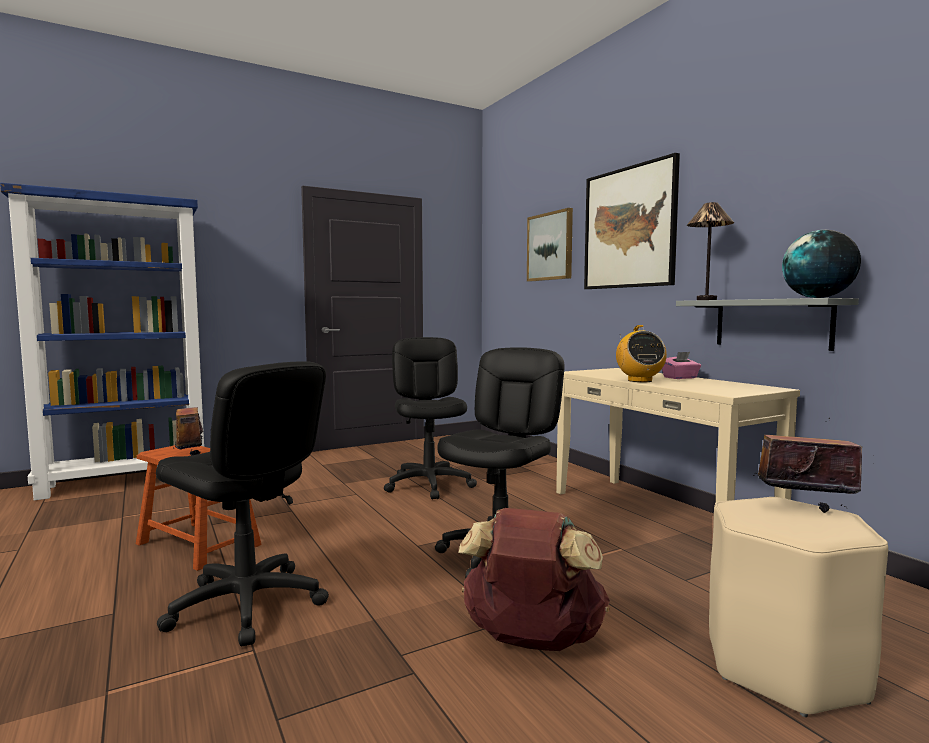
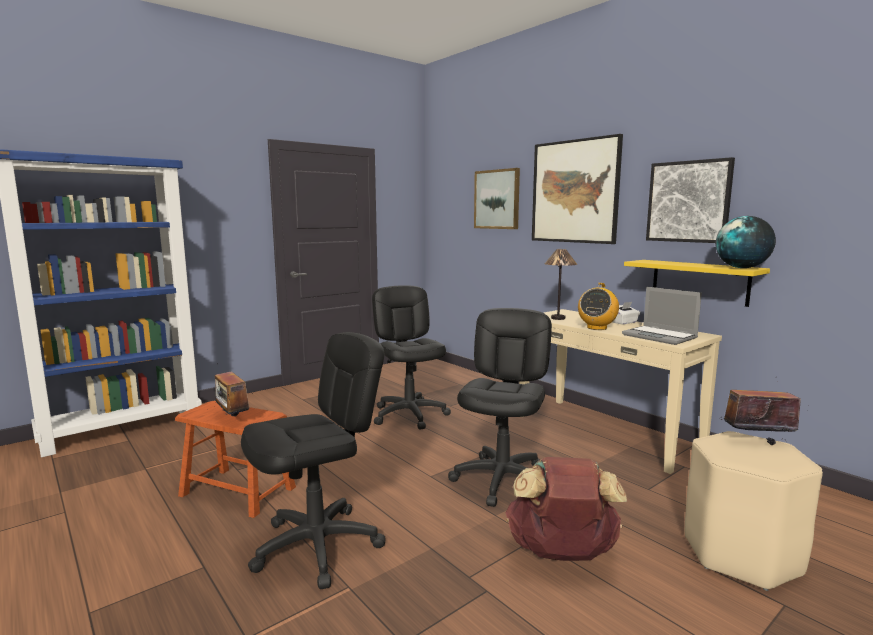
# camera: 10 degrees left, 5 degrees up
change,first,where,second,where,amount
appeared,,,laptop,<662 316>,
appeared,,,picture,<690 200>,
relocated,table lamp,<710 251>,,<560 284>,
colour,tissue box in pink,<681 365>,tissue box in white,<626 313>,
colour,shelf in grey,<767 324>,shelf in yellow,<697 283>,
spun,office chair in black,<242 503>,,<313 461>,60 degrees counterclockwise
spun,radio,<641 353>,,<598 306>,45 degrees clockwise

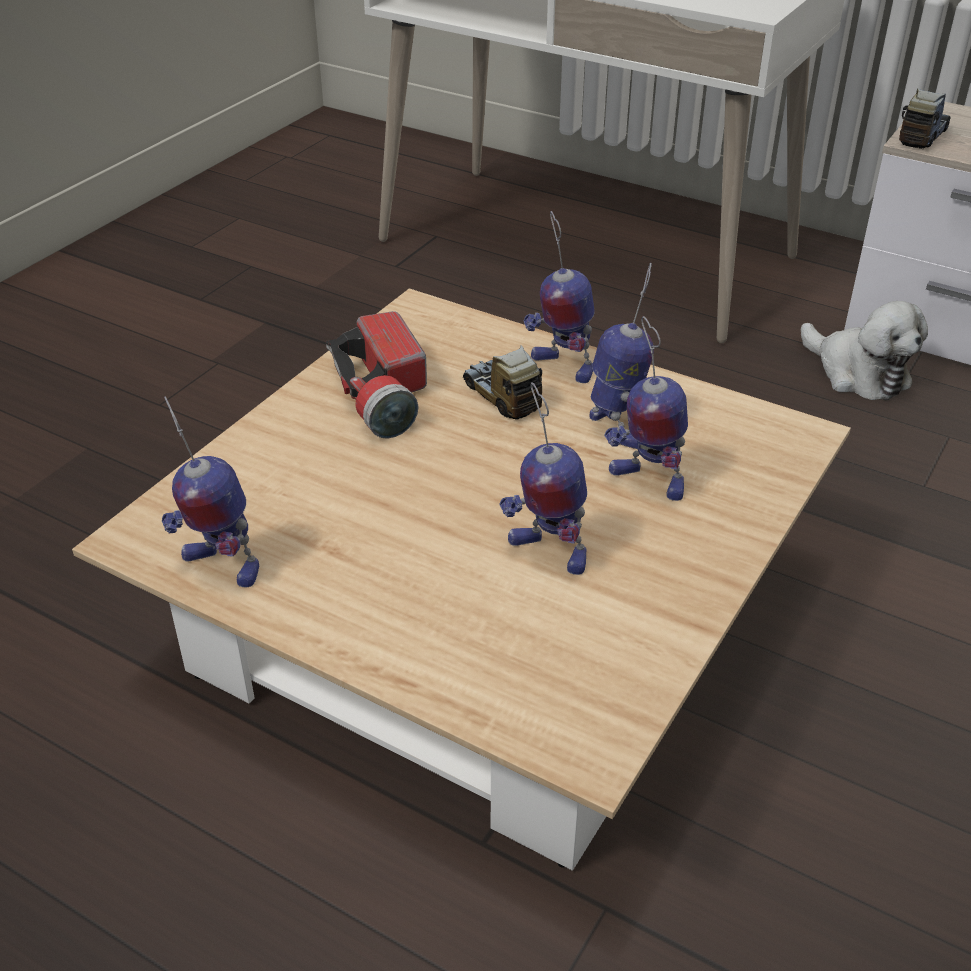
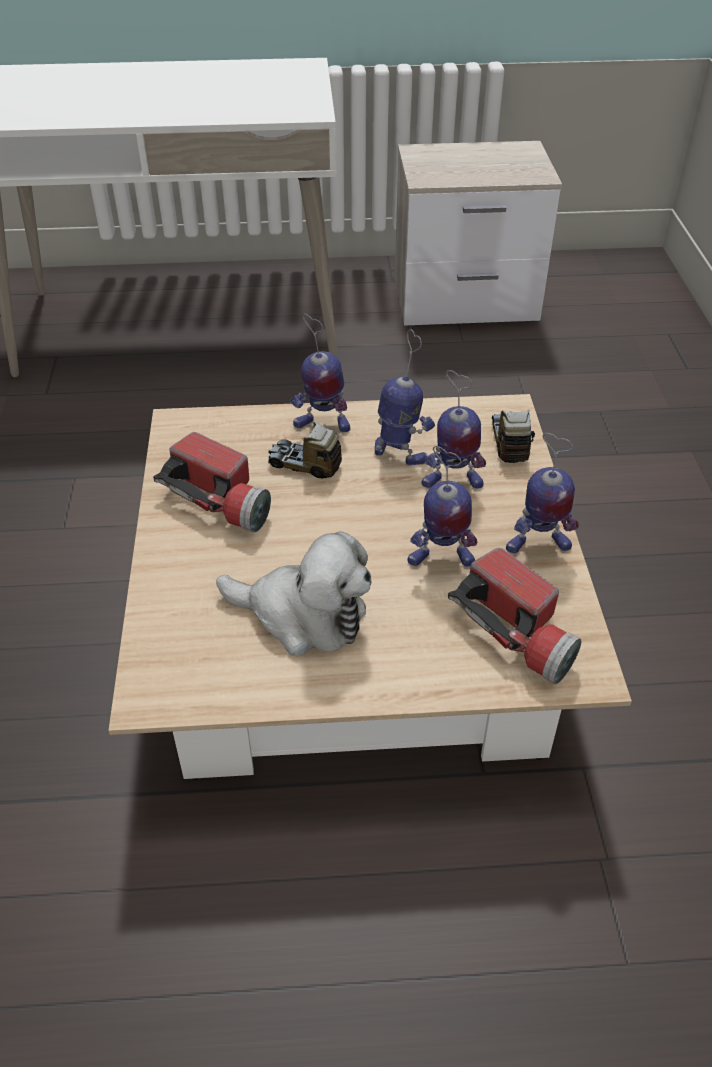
# camera: 35 degrees left, 5 degrees up
change,first,where,second,where,amount
appeared,,,flashlight,<515 616>,
relocated,toy robot,<210 492>,,<542 493>,
relocated,plush toy,<864 350>,,<293 594>,
relocated,toy truck,<924 118>,,<513 436>,

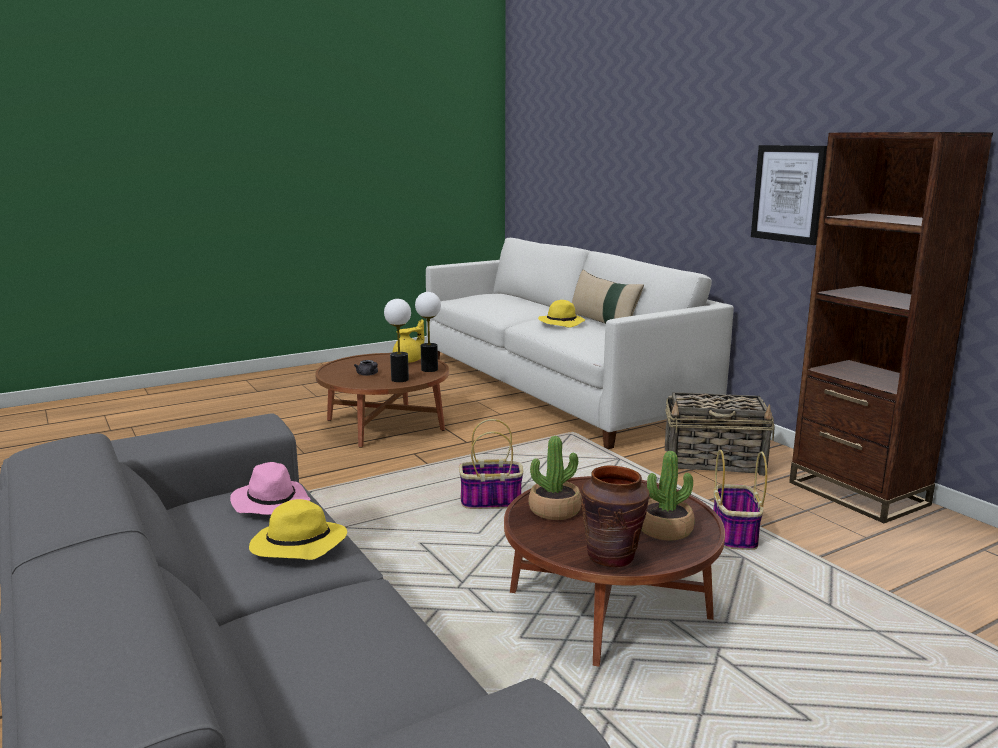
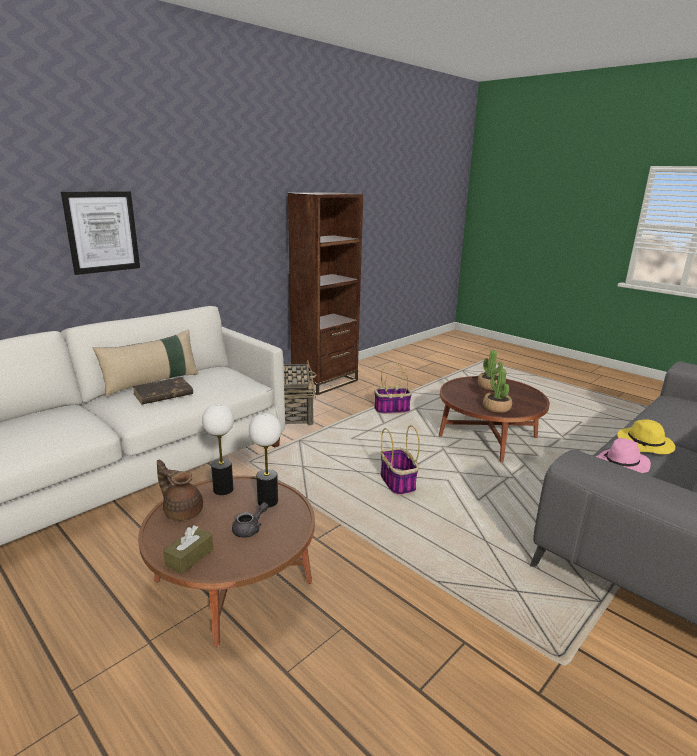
# camera: 105 degrees left, 5 degrees up
change,first,where,second,where,amount
missing,vase in brown,<615 516>,,,
appeared,,,tissue box in brown,<188 549>,
relocated,picture,<789 195>,,<100 233>,
exchanged,hat in yellow,<561 314>,book in brown,<162 390>,
colour,teapot in yellow,<408 341>,teapot in brown,<180 490>,

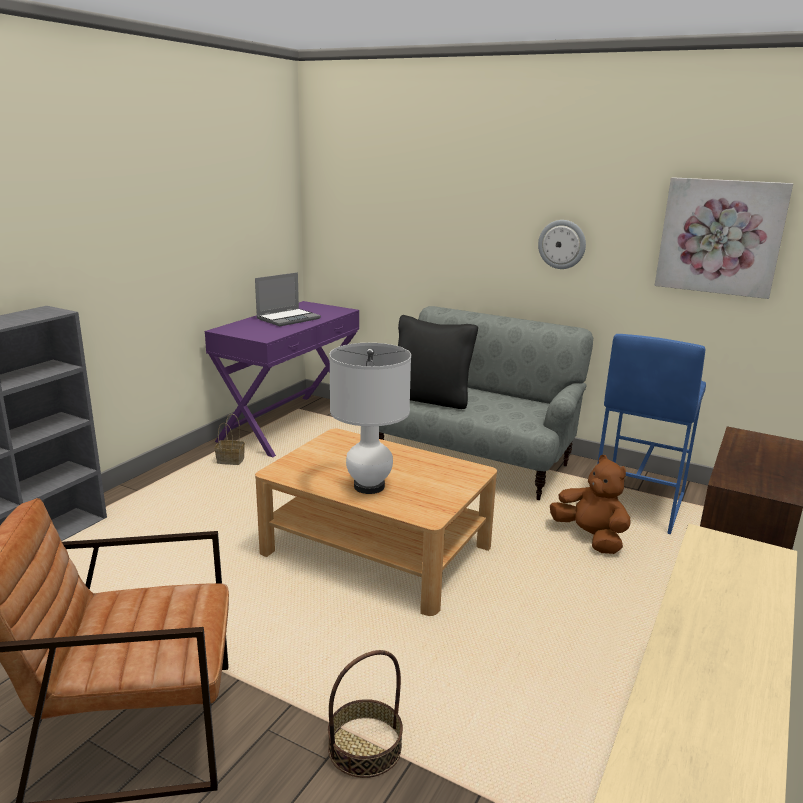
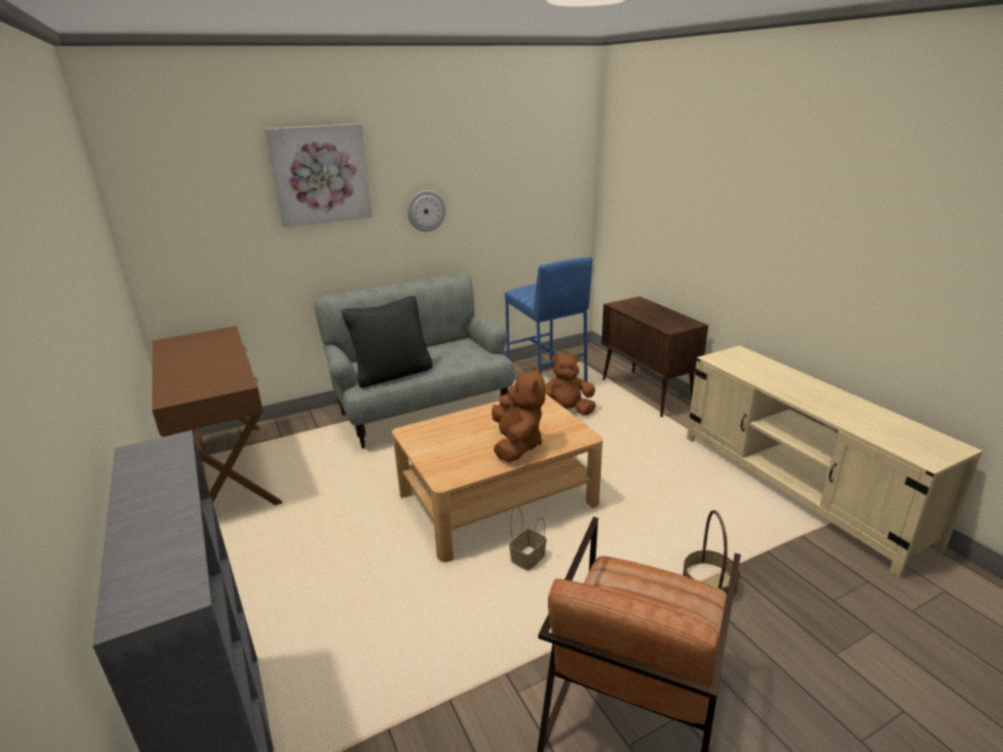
# camera: 55 degrees left, 5 degrees up
change,first,where,second,where,amount
missing,laptop,<288 299>,,,
relocated,basket,<230 439>,,<527 538>,
relocated,picture,<724 238>,,<318 175>,
exchanged,table lamp in white,<370 418>,plush toy in brown,<518 414>,
colour,console table in purple,<282 379>,console table in brown,<217 415>,

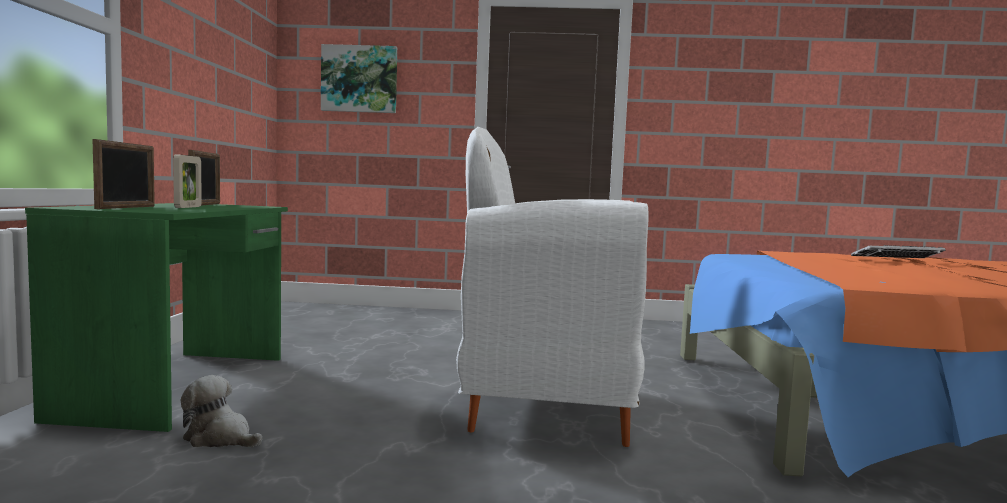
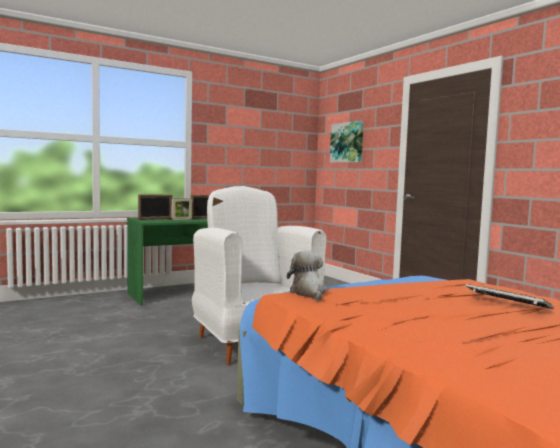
# camera: 55 degrees right, 0 degrees up
change,first,where,second,where,amount
relocated,plush toy,<222 411>,,<307 275>,

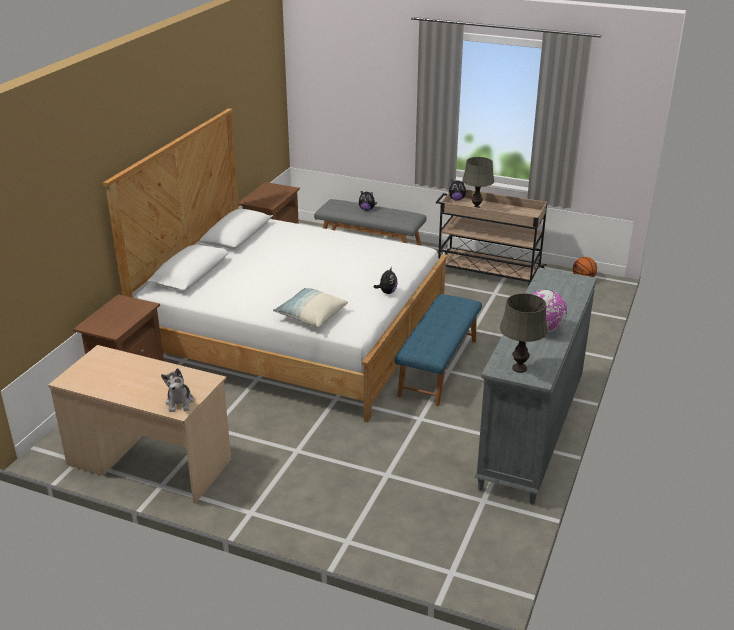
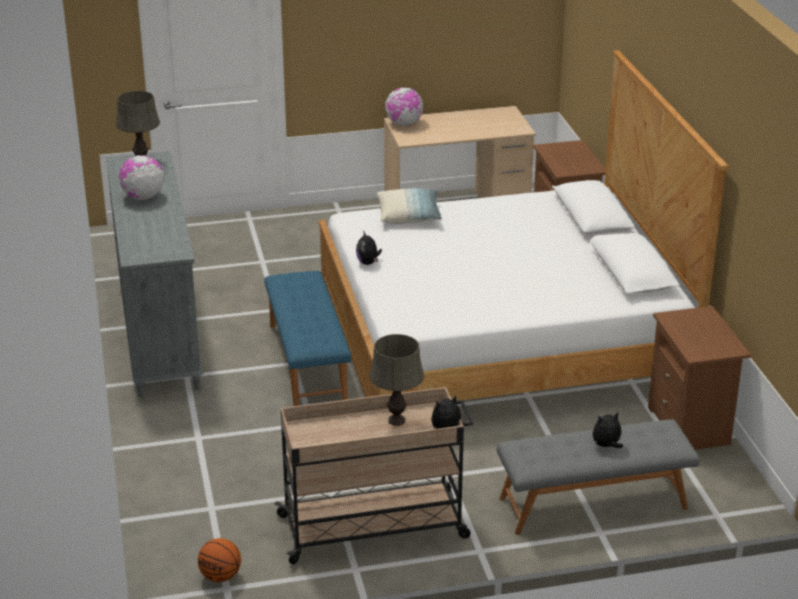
# camera: 145 degrees right, 0 degrees up
change,first,where,second,where,amount
exchanged,plush toy,<177 390>,globe,<404 106>,

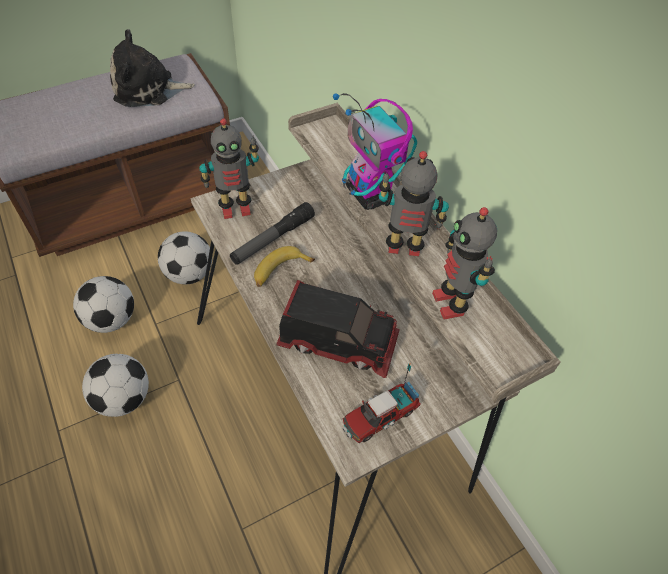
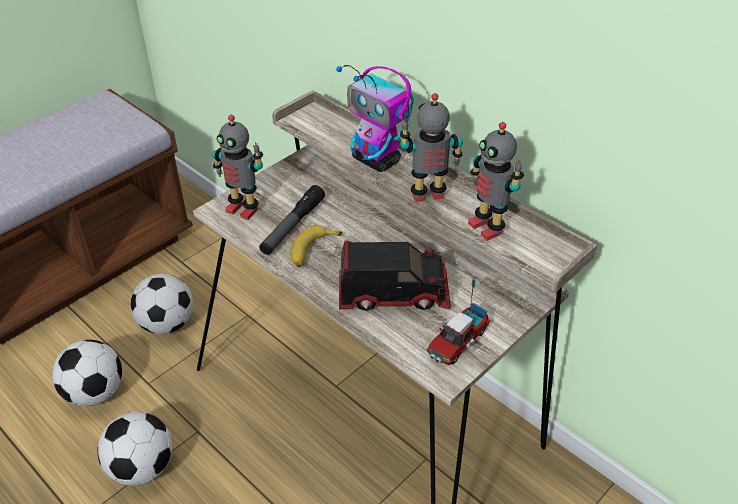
# camera: 15 degrees left, 10 degrees down
change,first,where,second,where,amount
missing,plush toy,<152 68>,,,
spun,toy robot,<229 168>,,<237 167>,60 degrees clockwise

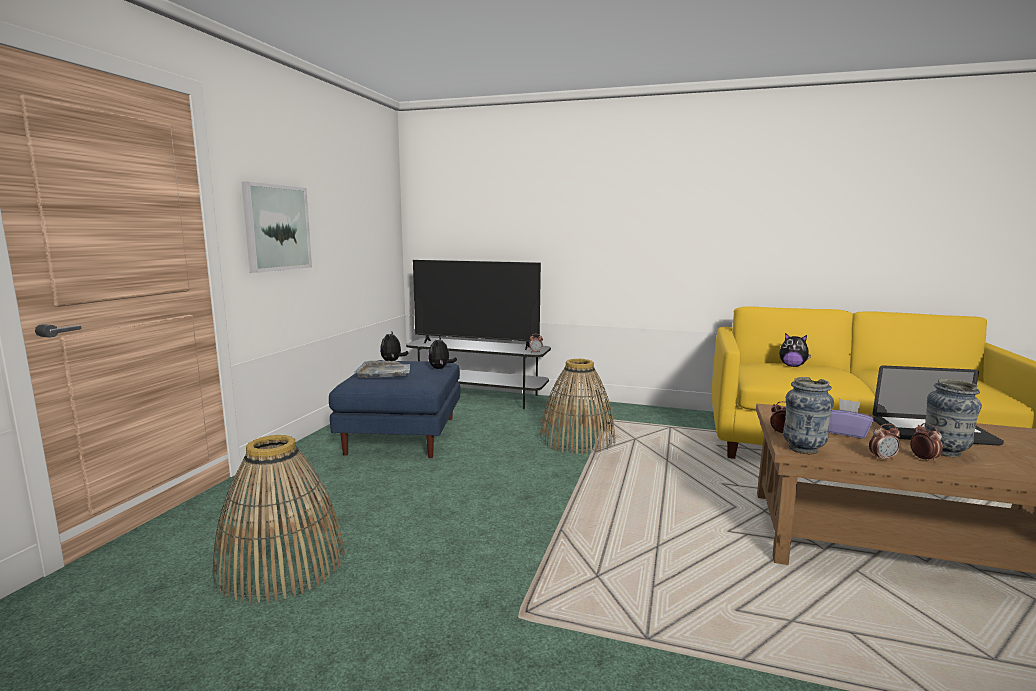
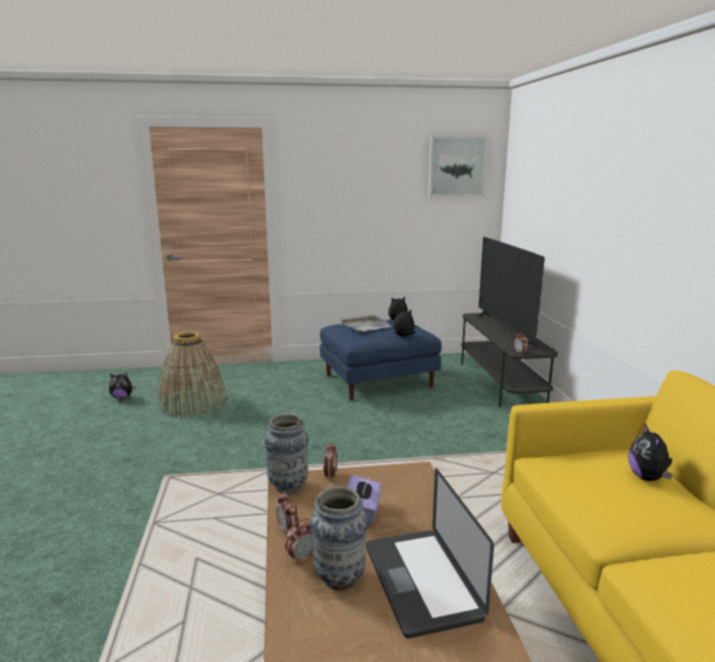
# camera: 65 degrees right, 5 degrees up
change,first,where,second,where,amount
missing,basket,<577 406>,,,
appeared,,,plush toy,<122 386>,
relocated,picture,<276 227>,,<458 166>,

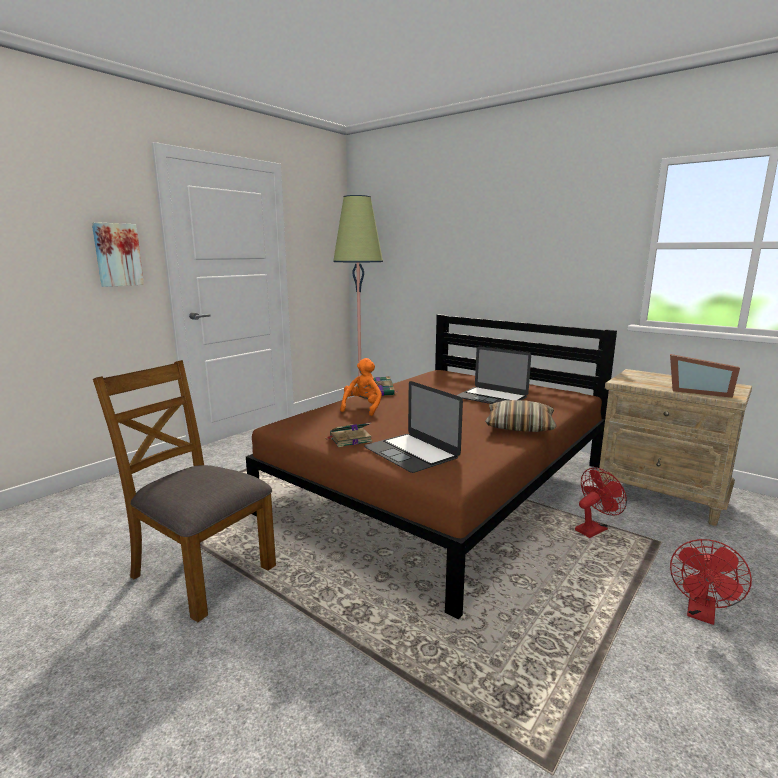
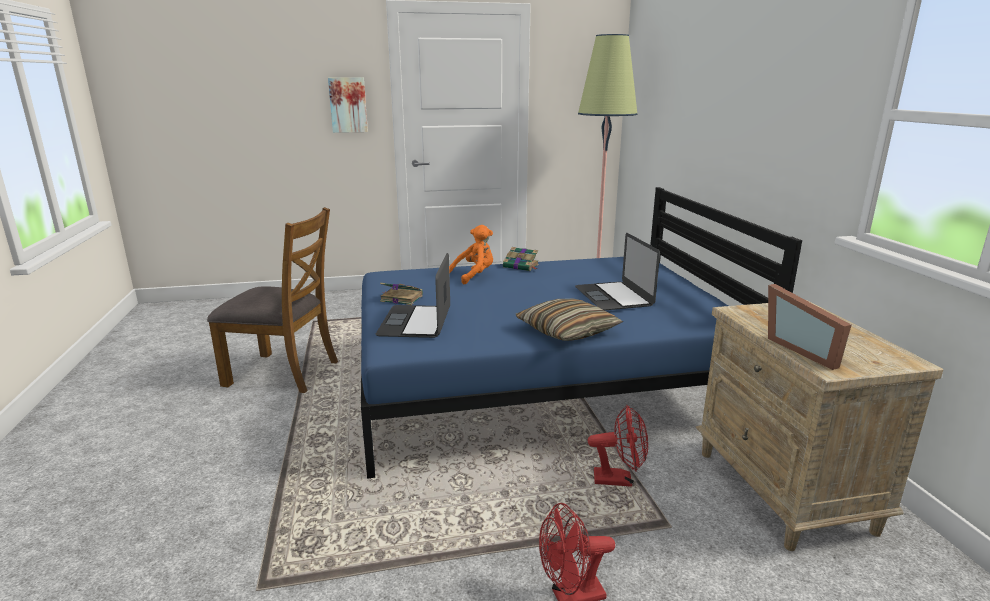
# camera: 40 degrees right, 5 degrees up
change,first,where,second,where,amount
colour,bed in brown,<431 466>,bed in blue,<581 333>,
spun,chair in brown,<184 491>,,<272 300>,120 degrees clockwise

